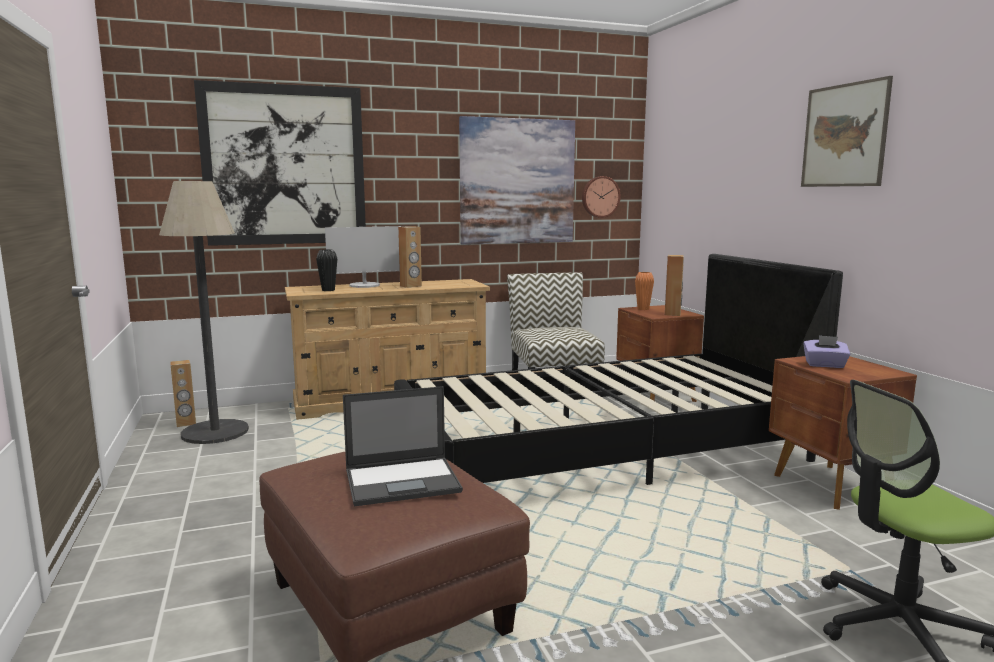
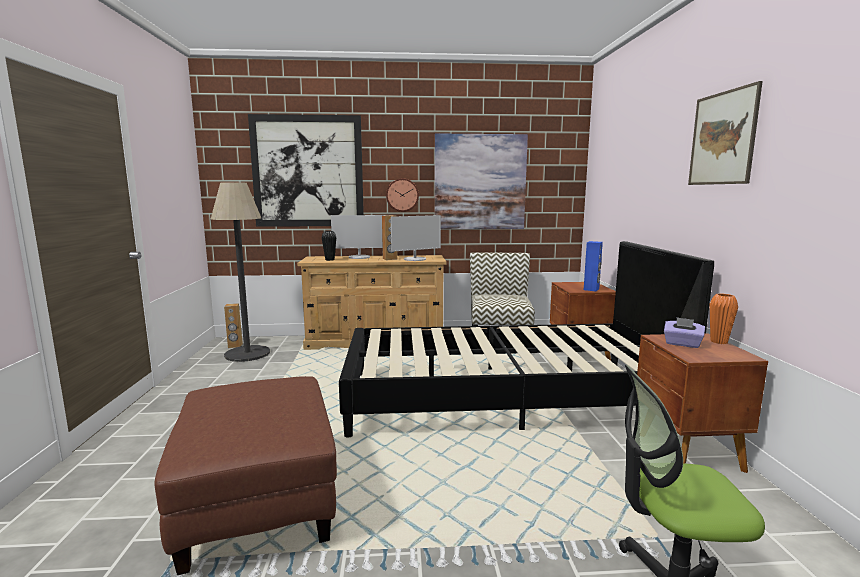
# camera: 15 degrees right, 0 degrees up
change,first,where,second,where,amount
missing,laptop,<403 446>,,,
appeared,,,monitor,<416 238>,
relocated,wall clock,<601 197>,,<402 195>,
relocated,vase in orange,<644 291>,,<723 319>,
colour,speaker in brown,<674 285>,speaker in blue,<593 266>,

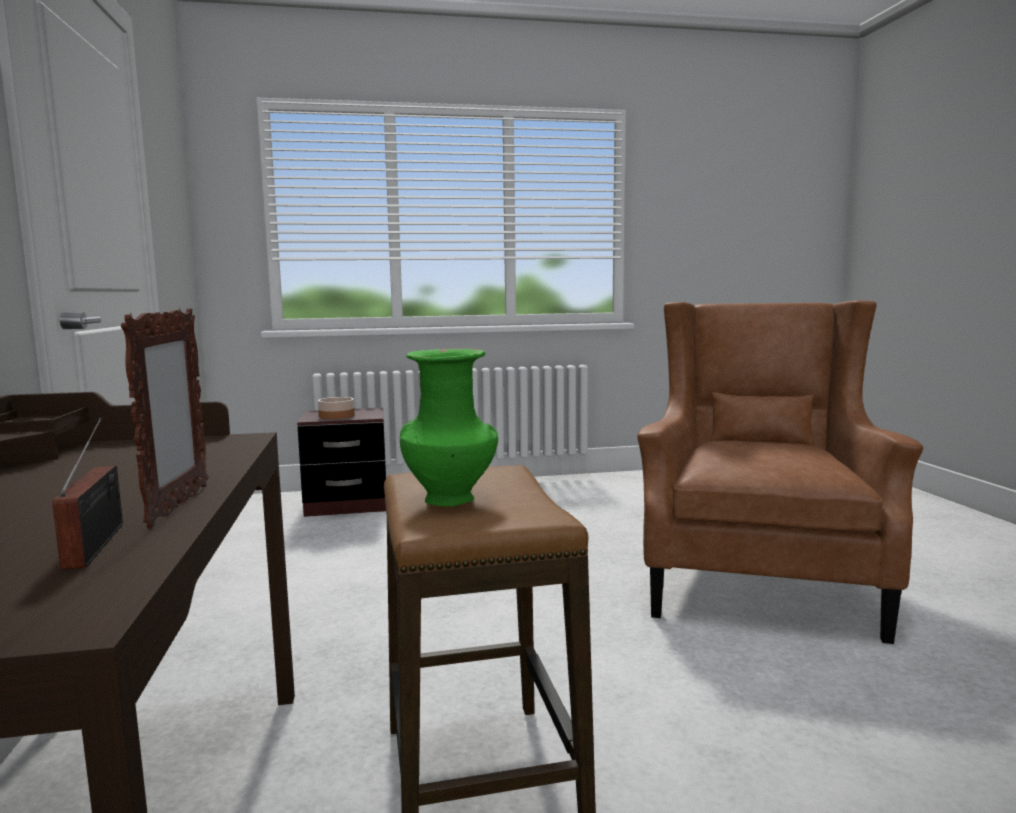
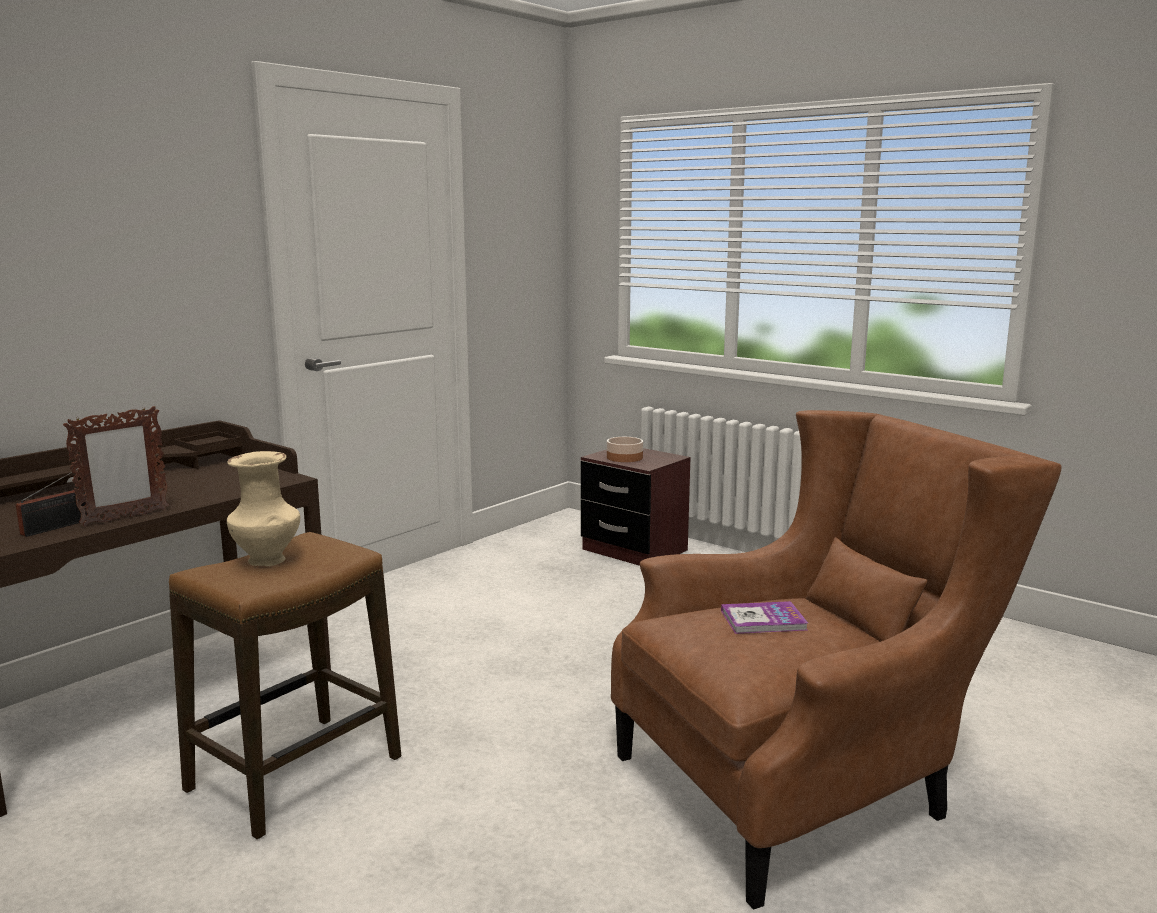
# camera: 50 degrees right, 5 degrees up
change,first,where,second,where,amount
appeared,,,book,<764 617>,
colour,vase in green,<449 427>,vase in beige,<263 508>,

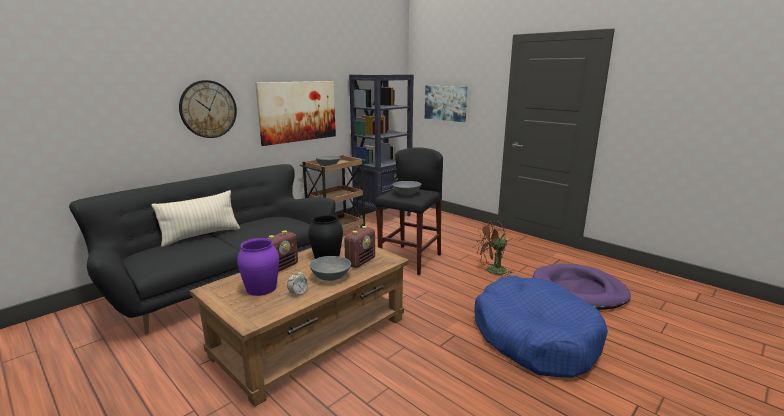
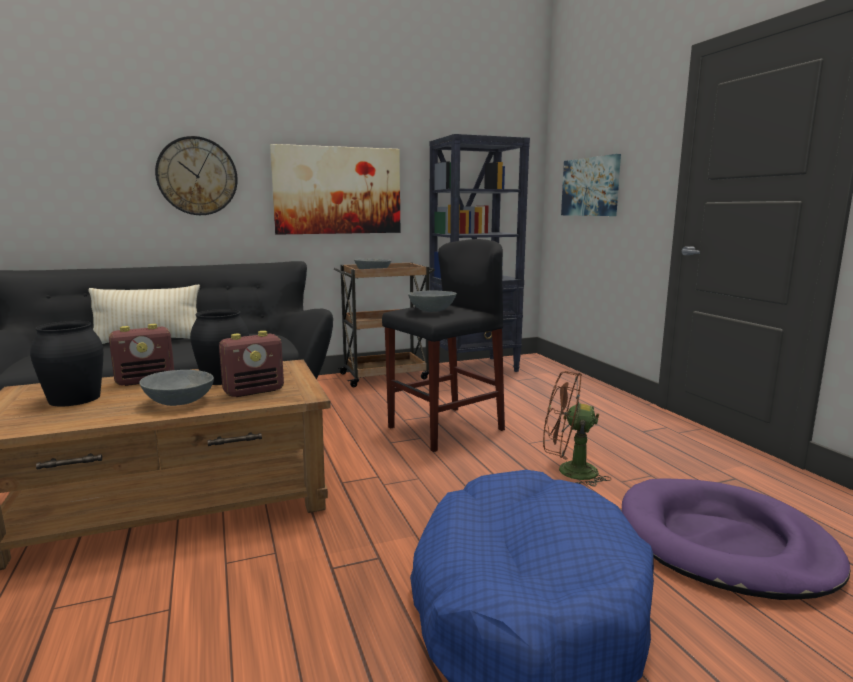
# camera: 25 degrees right, 5 degrees down
change,first,where,second,where,amount
missing,alarm clock,<297 283>,,,
colour,vase in purple,<258 267>,vase in black,<66 363>,

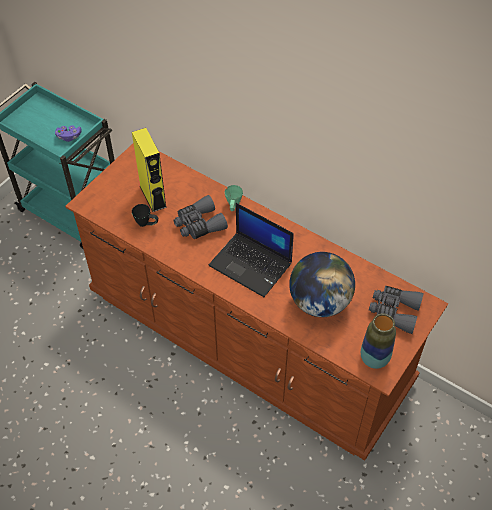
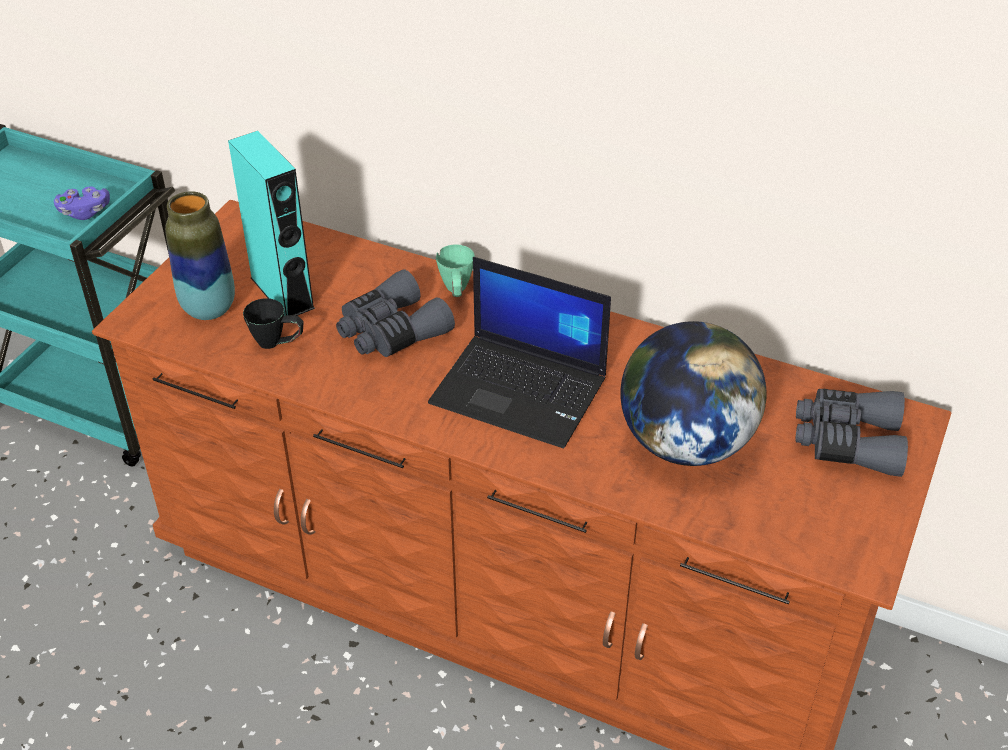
# camera: 10 degrees left, 10 degrees down
change,first,where,second,where,amount
relocated,vase,<378 341>,,<200 255>,
colour,speaker in yellow,<149 170>,speaker in turquoise,<271 223>,

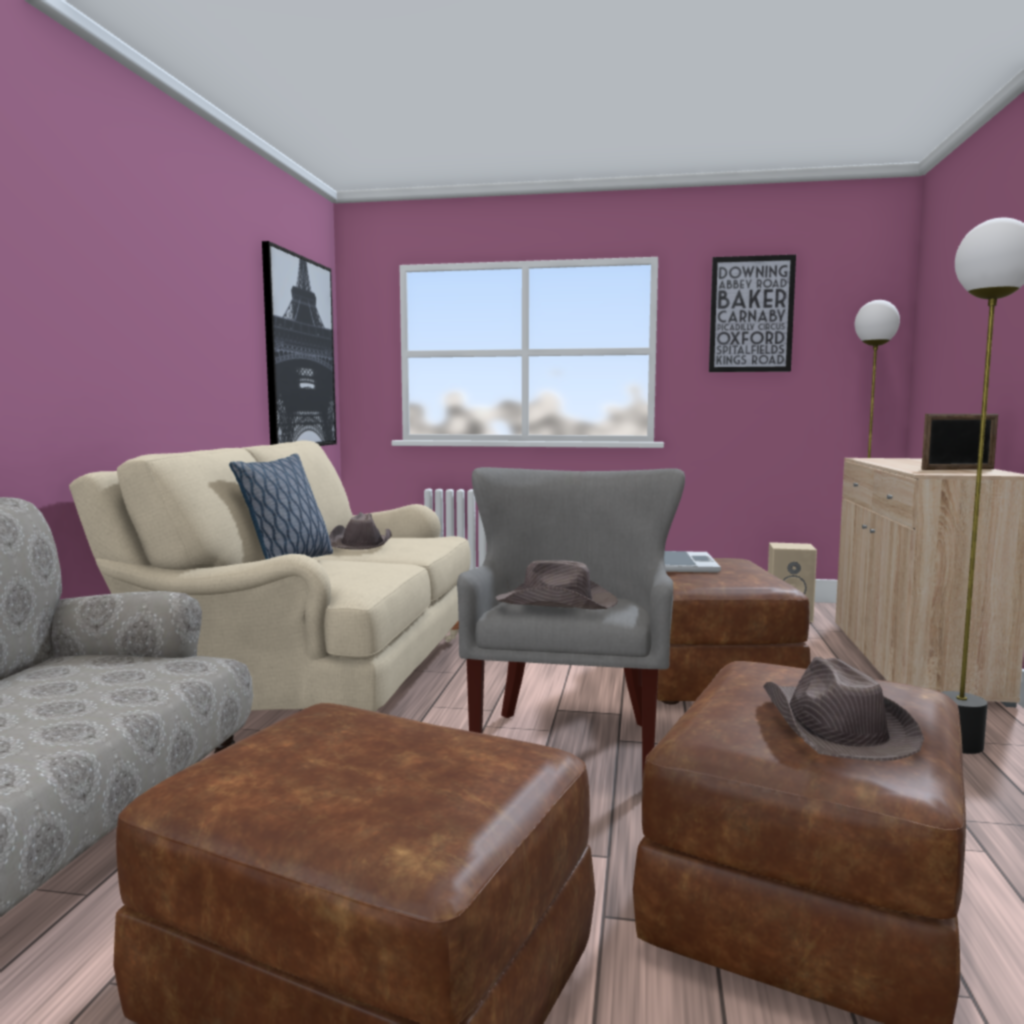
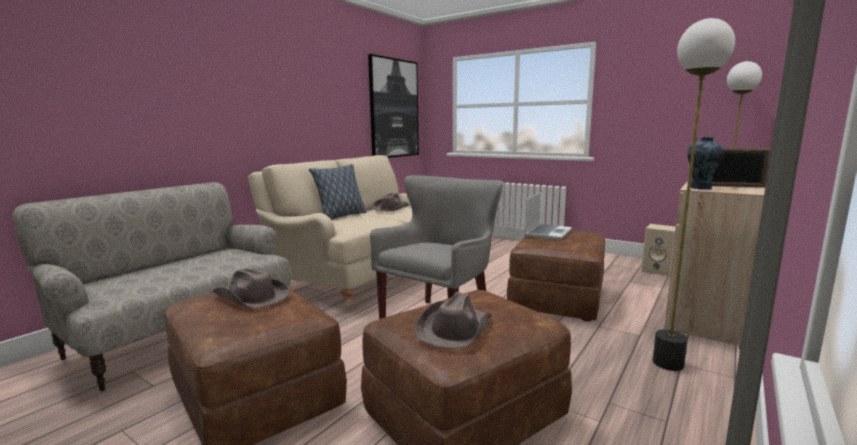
# camera: 25 degrees right, 5 degrees up
change,first,where,second,where,amount
missing,picture,<752 313>,,,
appeared,,,vase,<705 163>,
relocated,hat in brown,<556 584>,,<251 288>,

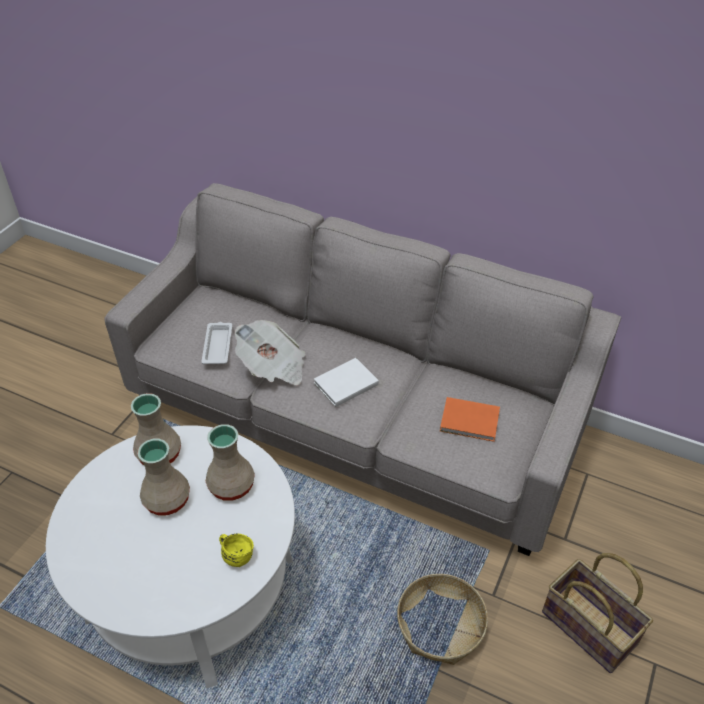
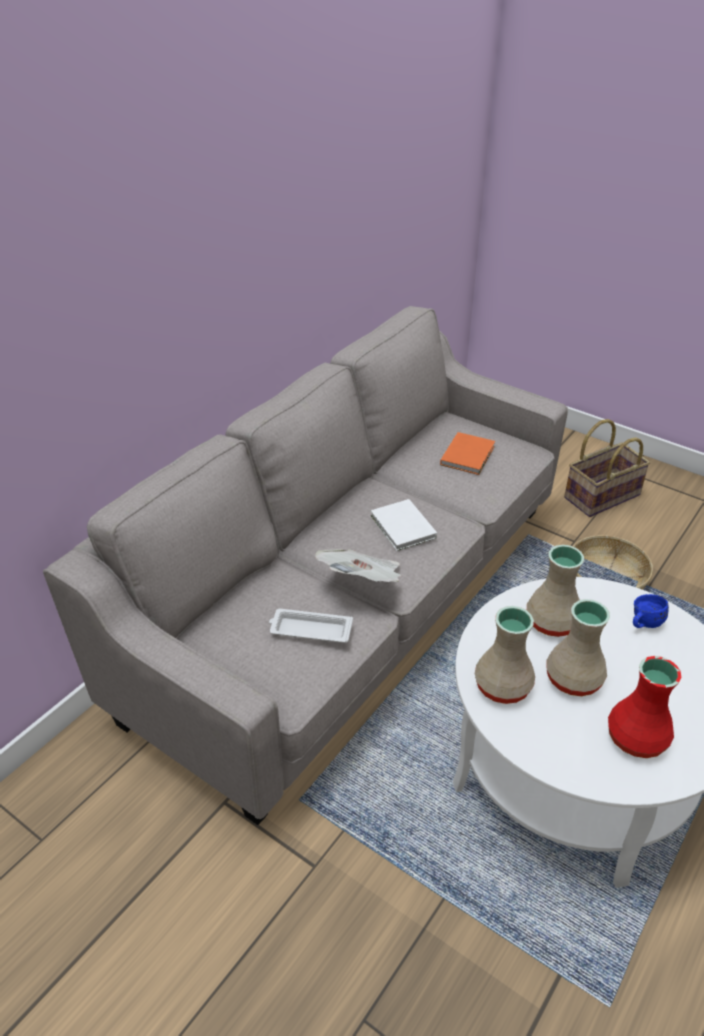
# camera: 80 degrees left, 5 degrees down
change,first,where,second,where,amount
appeared,,,vase in red,<644 707>,
colour,mug in yellow,<236 550>,mug in blue,<651 611>,

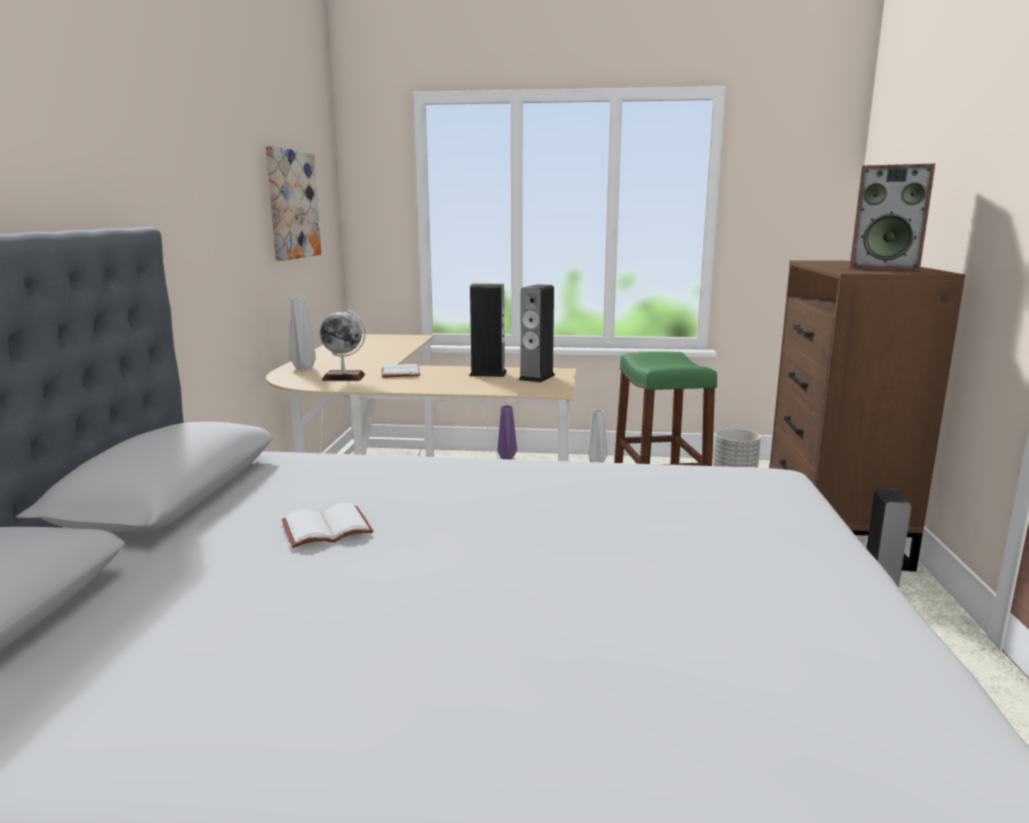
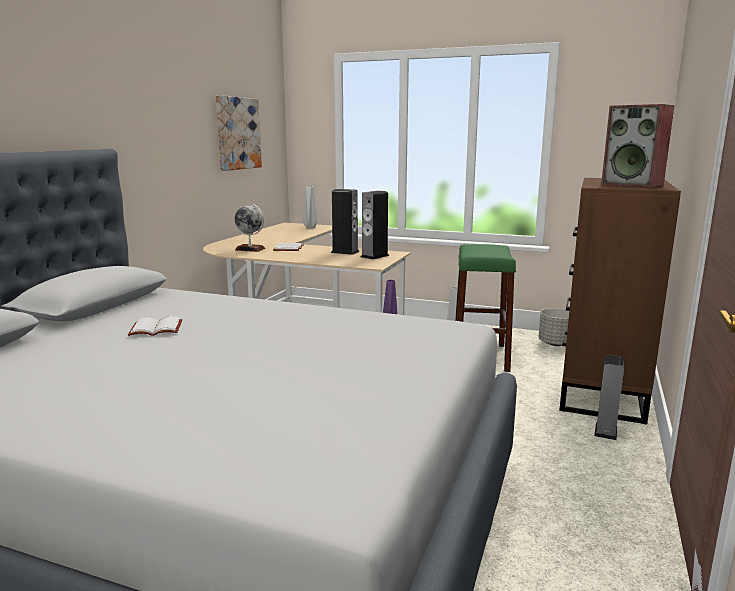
# camera: 15 degrees right, 0 degrees up
change,first,where,second,where,amount
relocated,vase in grey,<302 333>,,<309 207>,

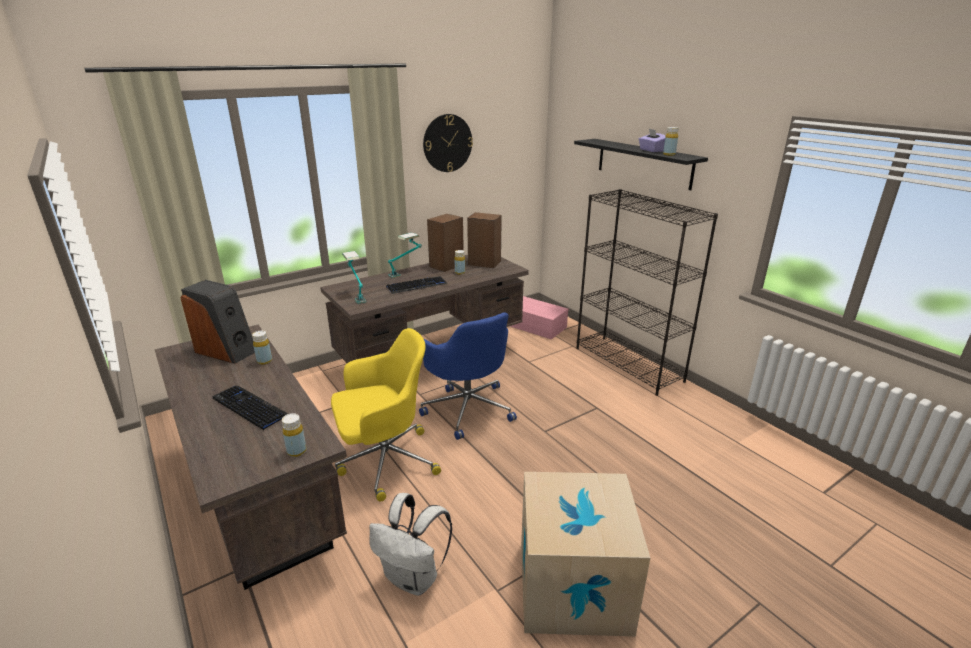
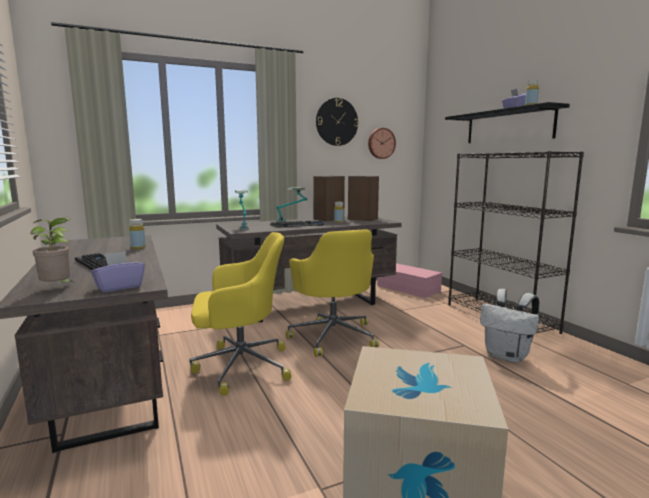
# camera: 10 degrees right, 15 degrees down
change,first,where,second,where,amount
missing,speaker,<217 322>,,,
appeared,,,potted plant,<52 250>,
appeared,,,wall clock,<382 143>,
relocated,backpack in white,<410 544>,,<509 326>,
exchanged,bottle in yellow,<294 435>,tissue box in purple,<118 271>,
colour,office chair in blue,<468 376>,office chair in yellow,<332 293>,

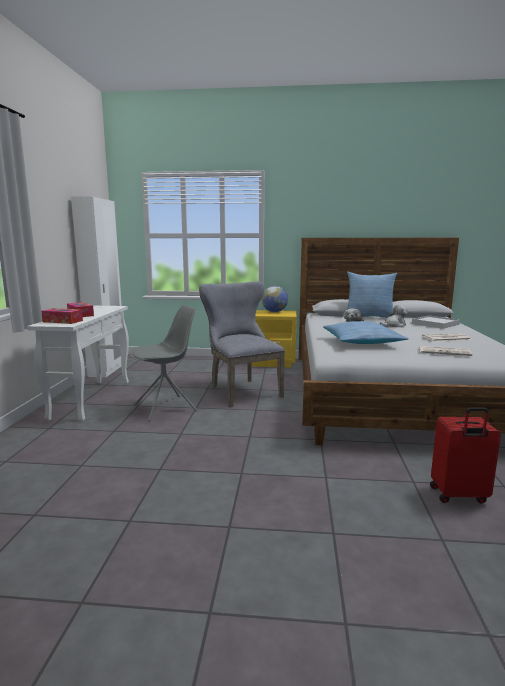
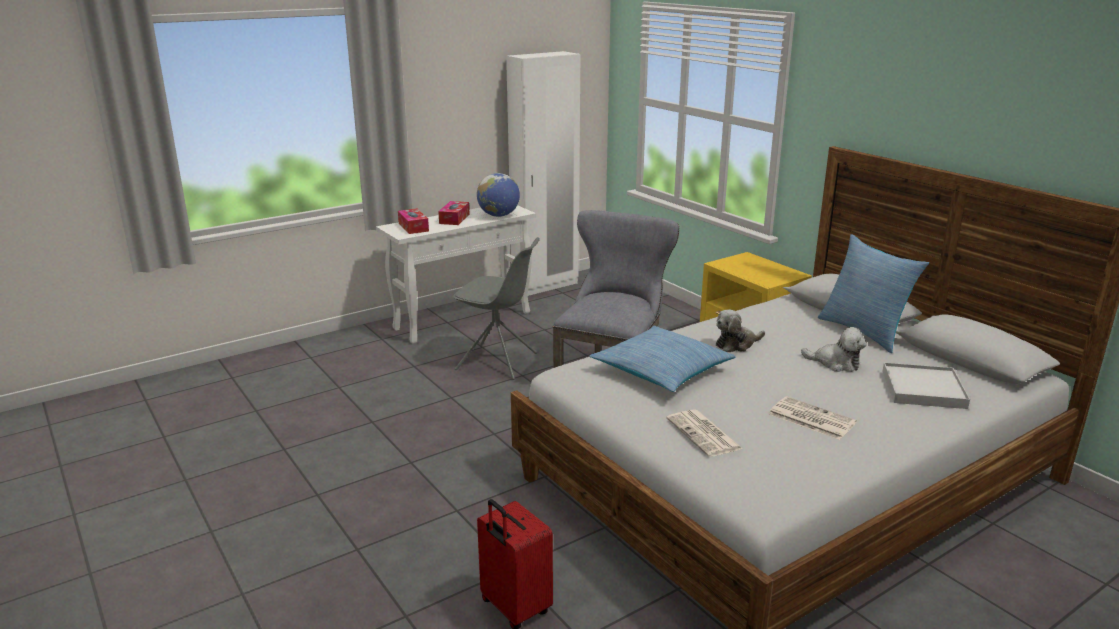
# camera: 50 degrees right, 10 degrees up
change,first,where,second,where,amount
relocated,globe,<275 299>,,<498 195>,

